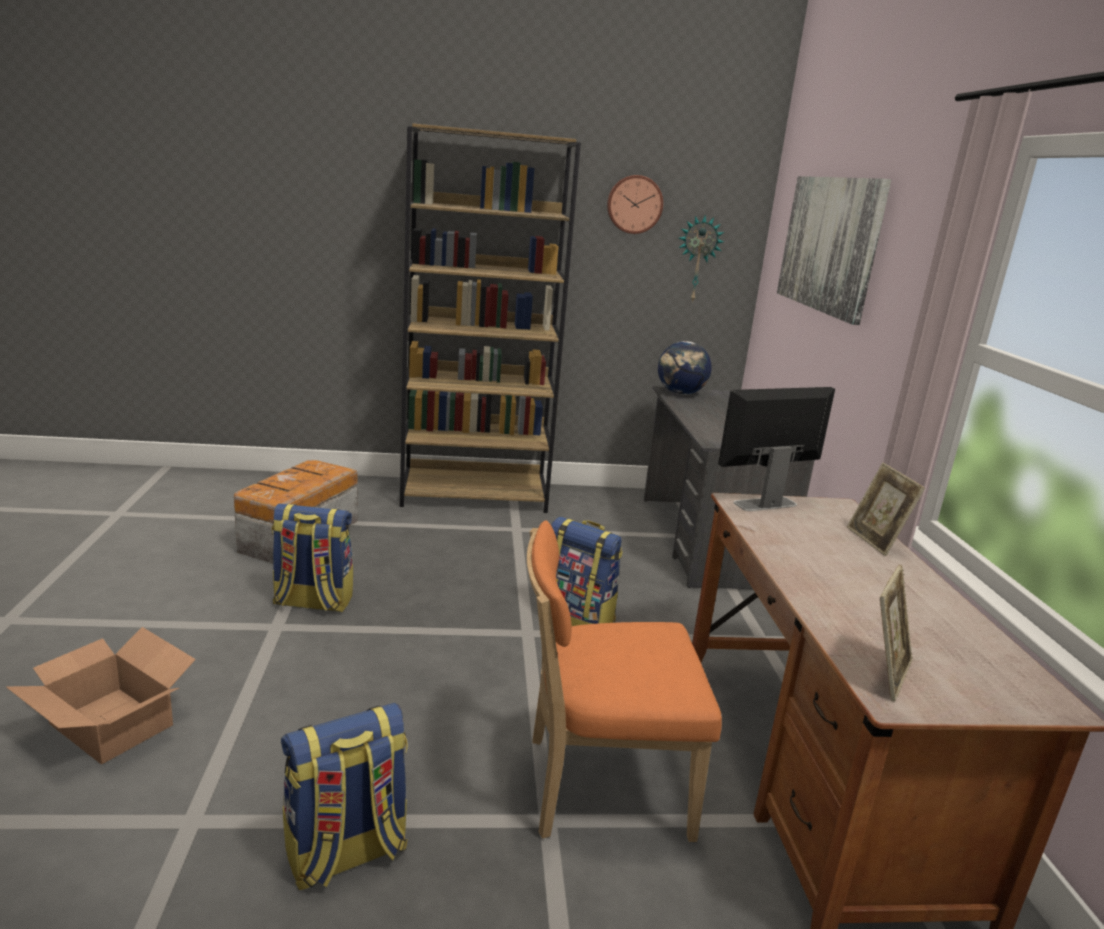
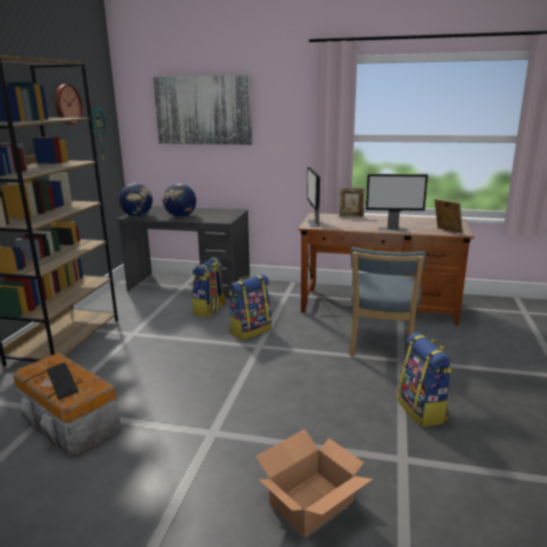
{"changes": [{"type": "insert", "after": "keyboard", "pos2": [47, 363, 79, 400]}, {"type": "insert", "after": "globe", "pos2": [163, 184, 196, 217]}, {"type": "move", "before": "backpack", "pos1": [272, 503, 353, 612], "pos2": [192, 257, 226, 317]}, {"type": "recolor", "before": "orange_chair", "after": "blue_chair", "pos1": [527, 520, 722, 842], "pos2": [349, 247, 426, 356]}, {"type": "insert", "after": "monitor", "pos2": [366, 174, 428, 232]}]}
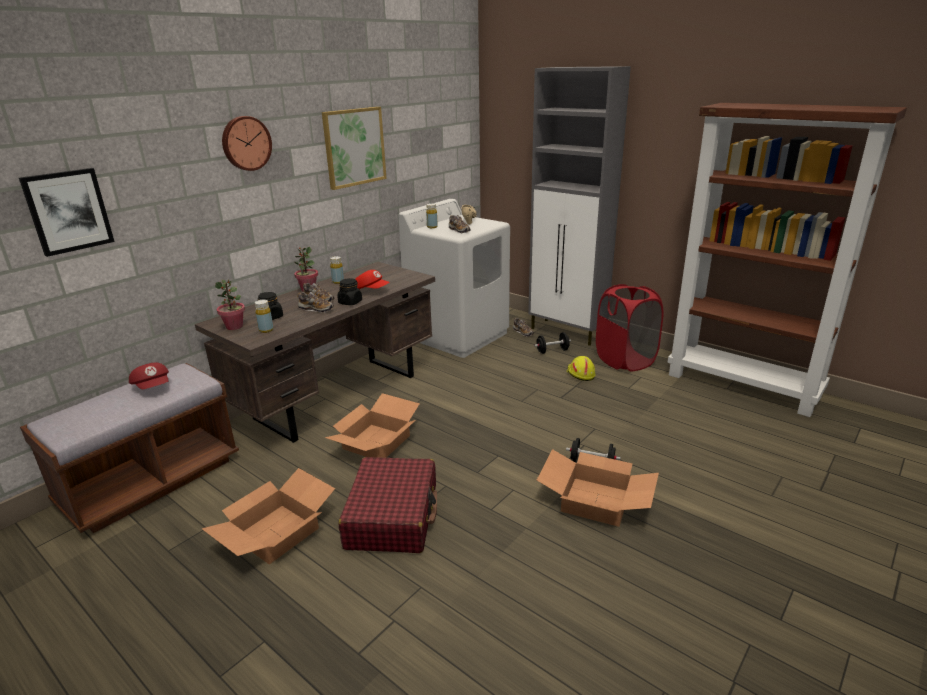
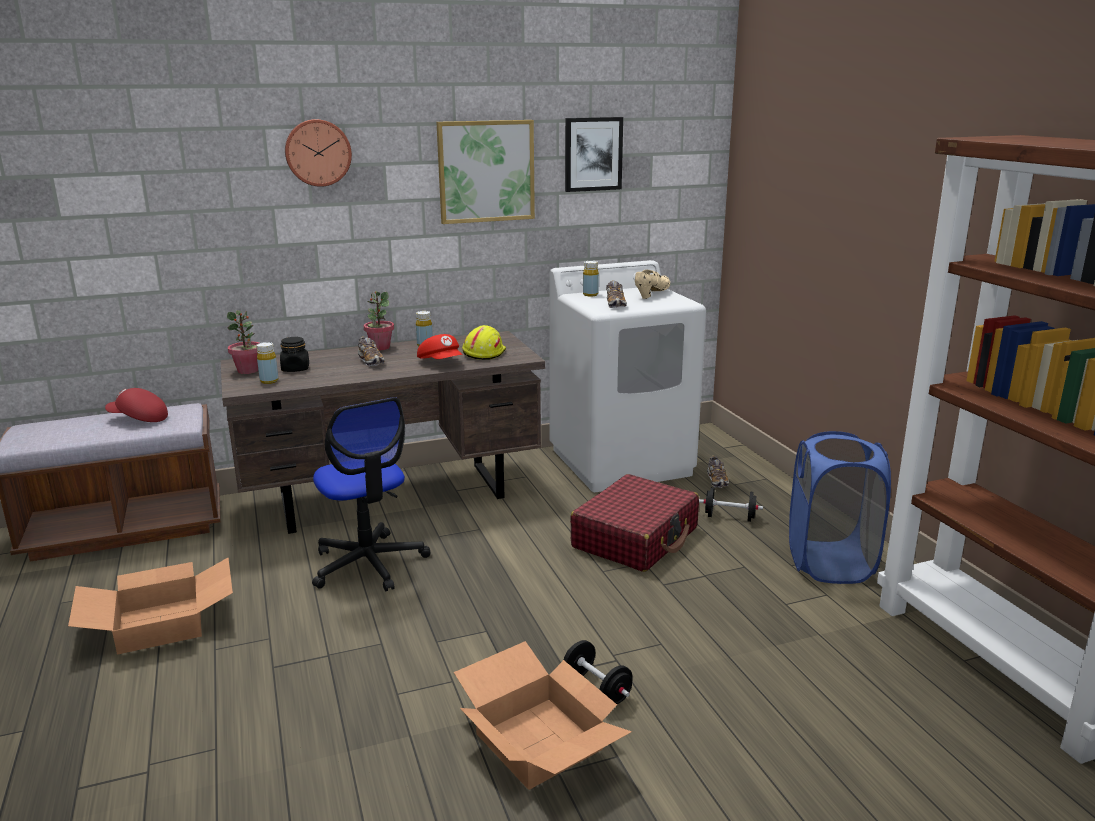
{"changes": [{"type": "rotate", "before": "red_cap", "pos1": [129, 363, 169, 389], "pos2": [105, 388, 168, 422], "turn": 105}, {"type": "replace", "before": "cardboard_box", "after": "office_chair", "pos1": [325, 393, 420, 458], "pos2": [312, 397, 431, 591]}, {"type": "move", "before": "yellow_hard_hat", "pos1": [567, 356, 595, 381], "pos2": [462, 325, 506, 360]}, {"type": "move", "before": "picture", "pos1": [19, 168, 115, 257], "pos2": [565, 117, 623, 192]}, {"type": "move", "before": "red_suitcase", "pos1": [338, 457, 437, 553], "pos2": [570, 474, 699, 572]}, {"type": "recolor", "before": "red_laundry_basket", "after": "blue_laundry_basket", "pos1": [596, 284, 664, 372], "pos2": [789, 431, 891, 584]}, {"type": "delete", "before": "shoe", "pos1": [297, 292, 334, 313]}, {"type": "delete", "before": "black_jar", "pos1": [337, 278, 362, 305]}, {"type": "delete", "before": "grey_cabinet", "pos1": [528, 66, 631, 346]}]}
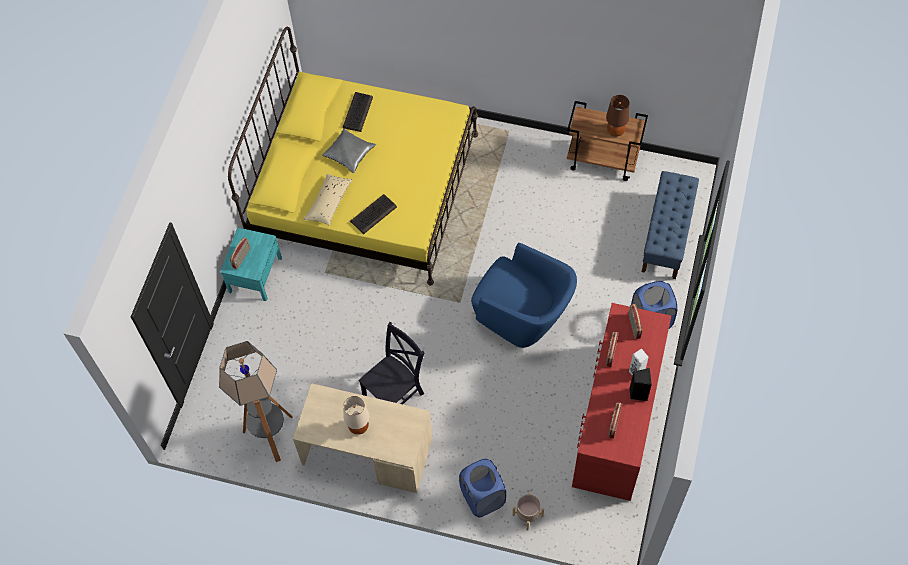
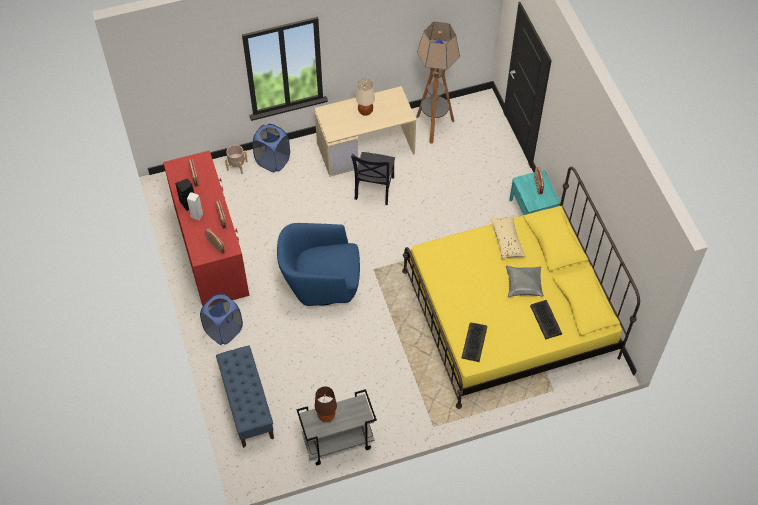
{"changes": [{"type": "recolor", "before": "brown_cart", "after": "grey_cart", "pos1": [567, 101, 648, 181], "pos2": [296, 389, 377, 465]}, {"type": "move", "before": "keyboard", "pos1": [350, 194, 397, 234], "pos2": [462, 323, 487, 362]}]}
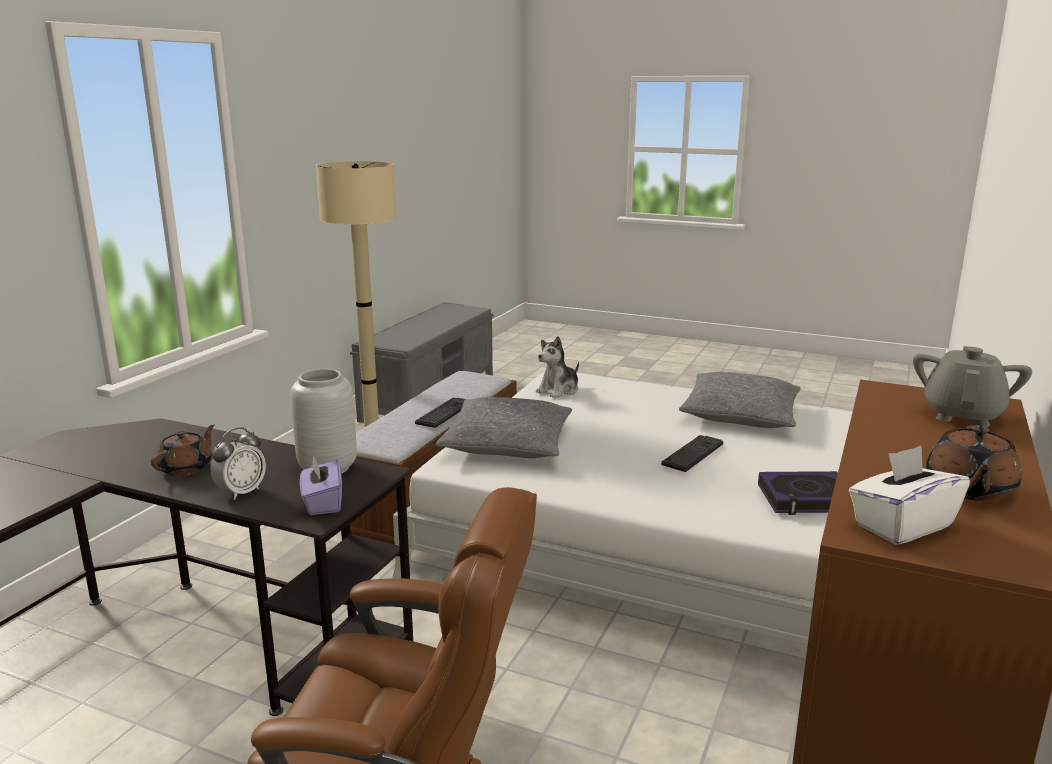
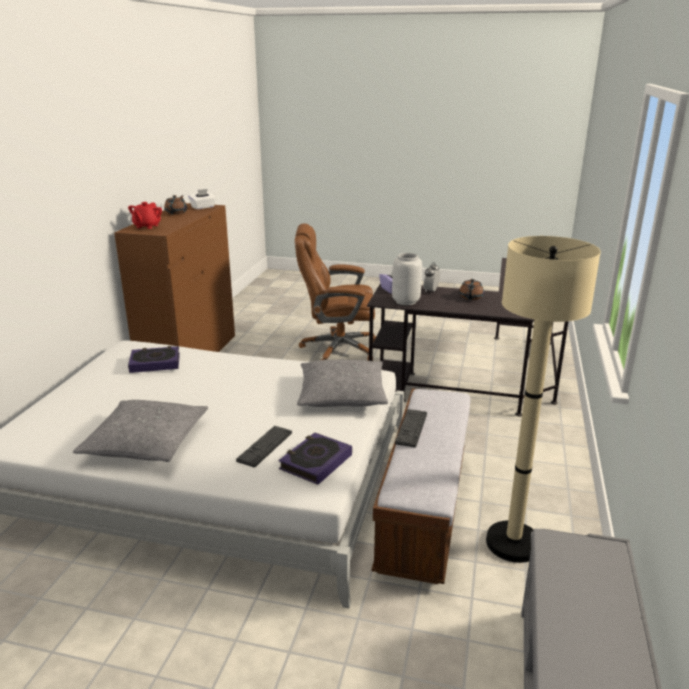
{"changes": [{"type": "recolor", "before": "grey_teapot", "after": "red_teapot", "pos1": [913, 346, 1032, 427], "pos2": [128, 202, 162, 229]}, {"type": "move", "before": "keyboard", "pos1": [661, 435, 723, 472], "pos2": [236, 426, 292, 467]}, {"type": "replace", "before": "plush_toy", "after": "book", "pos1": [536, 336, 579, 398], "pos2": [279, 432, 352, 485]}]}
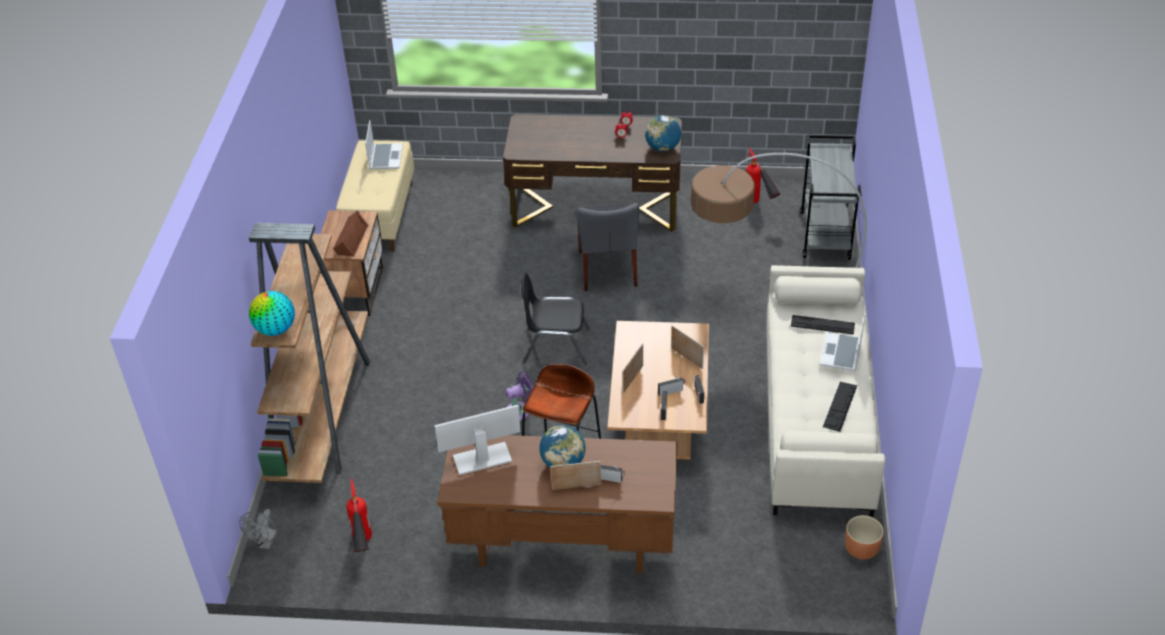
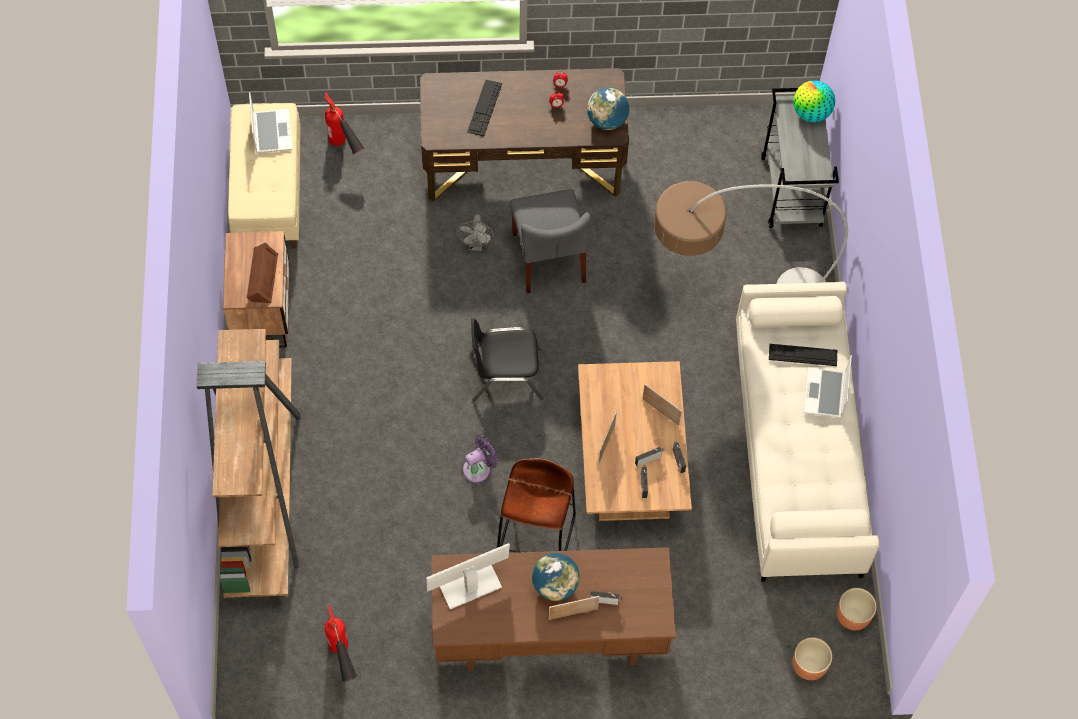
{"changes": [{"type": "move", "before": "fire_extinguisher", "pos1": [746, 148, 781, 203], "pos2": [324, 93, 364, 155]}, {"type": "move", "before": "grey_fan", "pos1": [239, 509, 277, 549], "pos2": [456, 214, 494, 251]}, {"type": "move", "before": "keyboard", "pos1": [823, 382, 857, 432], "pos2": [467, 80, 502, 136]}, {"type": "insert", "after": "brown_planter", "pos2": [792, 637, 832, 680]}, {"type": "move", "before": "globe", "pos1": [249, 291, 295, 336], "pos2": [793, 80, 835, 122]}]}
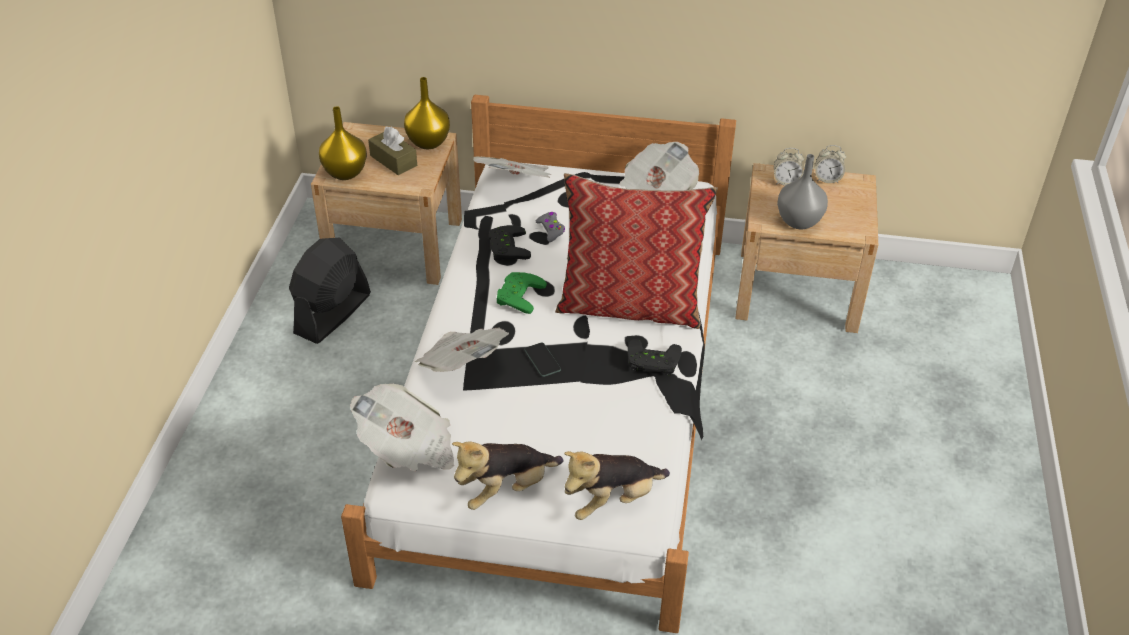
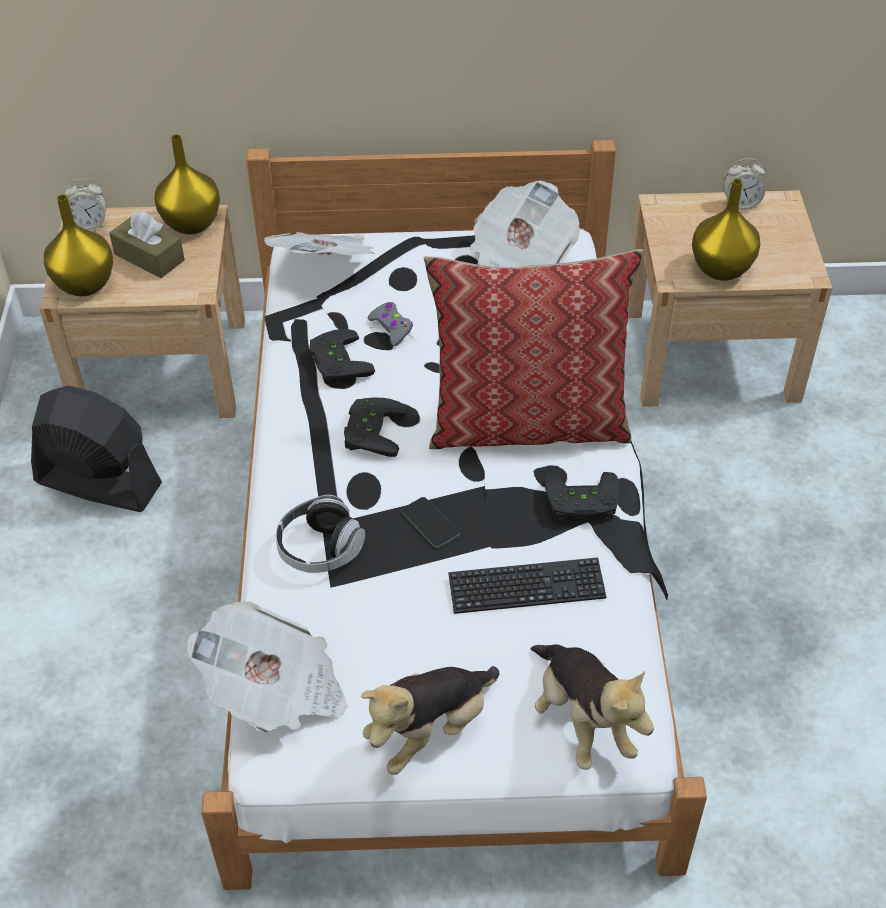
{"changes": [{"type": "rotate", "before": "black_fan", "pos1": [289, 238, 371, 344], "pos2": [31, 385, 162, 512], "turn": 90}, {"type": "move", "before": "alarm_clock", "pos1": [774, 148, 804, 186], "pos2": [65, 179, 107, 230]}, {"type": "replace", "before": "newspaper", "after": "headphones", "pos1": [415, 328, 509, 372], "pos2": [276, 495, 365, 573]}, {"type": "recolor", "before": "green_game_controller", "after": "black_game_controller", "pos1": [497, 272, 547, 314], "pos2": [344, 397, 407, 457]}, {"type": "insert", "after": "keyboard", "pos2": [448, 557, 607, 614]}, {"type": "rotate", "before": "plush_toy", "pos1": [564, 451, 670, 520], "pos2": [531, 644, 654, 770], "turn": -75}, {"type": "recolor", "before": "grey_vase", "after": "yellow_vase", "pos1": [777, 154, 828, 229], "pos2": [692, 179, 760, 281]}]}
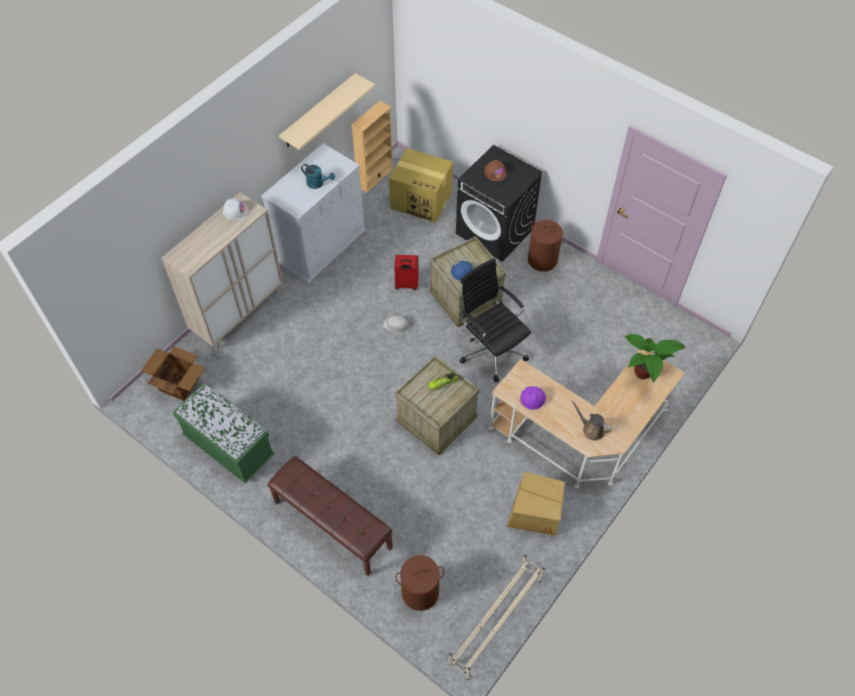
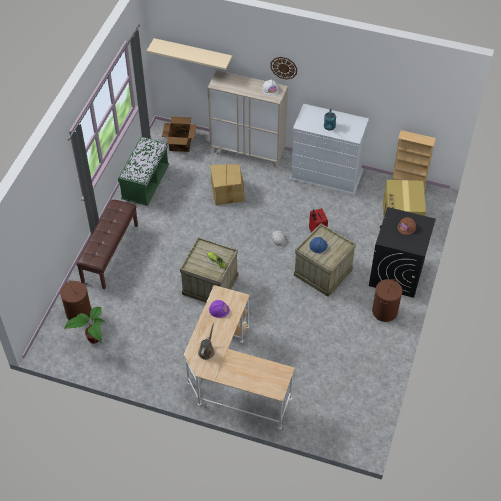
{"changes": [{"type": "move", "before": "potted_plant", "pos1": [625, 334, 686, 383], "pos2": [64, 307, 105, 343]}, {"type": "move", "before": "beige_shelf", "pos1": [279, 73, 375, 150], "pos2": [147, 38, 232, 70]}, {"type": "move", "before": "cardboard_box", "pos1": [507, 472, 565, 536], "pos2": [210, 164, 245, 205]}, {"type": "insert", "after": "wall_clock", "pos2": [271, 57, 297, 80]}, {"type": "delete", "before": "beige_shoe_rack", "pos1": [448, 555, 545, 680]}, {"type": "delete", "before": "black_office_chair", "pos1": [459, 258, 531, 382]}]}
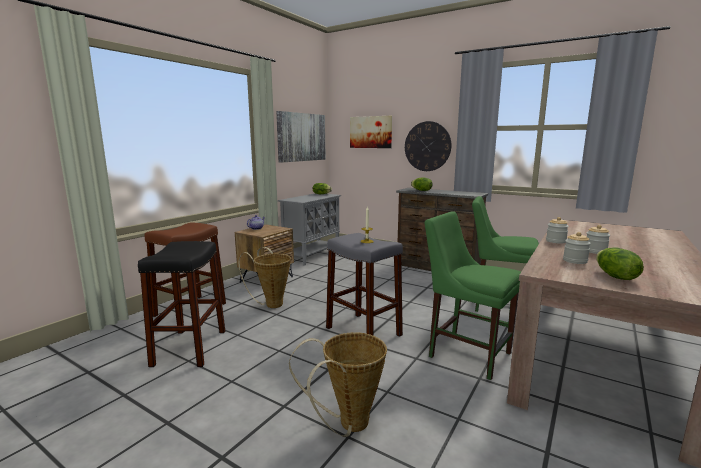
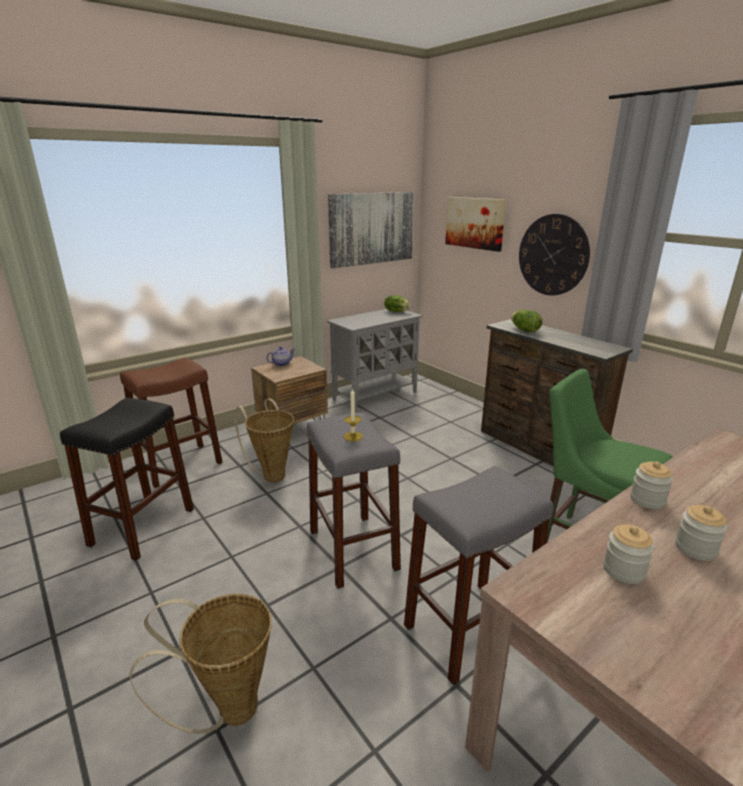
{"changes": [{"type": "replace", "before": "green_chair", "after": "grey_stool", "pos1": [425, 211, 521, 380], "pos2": [404, 466, 553, 685]}, {"type": "delete", "before": "lettuce", "pos1": [596, 247, 644, 280]}]}
